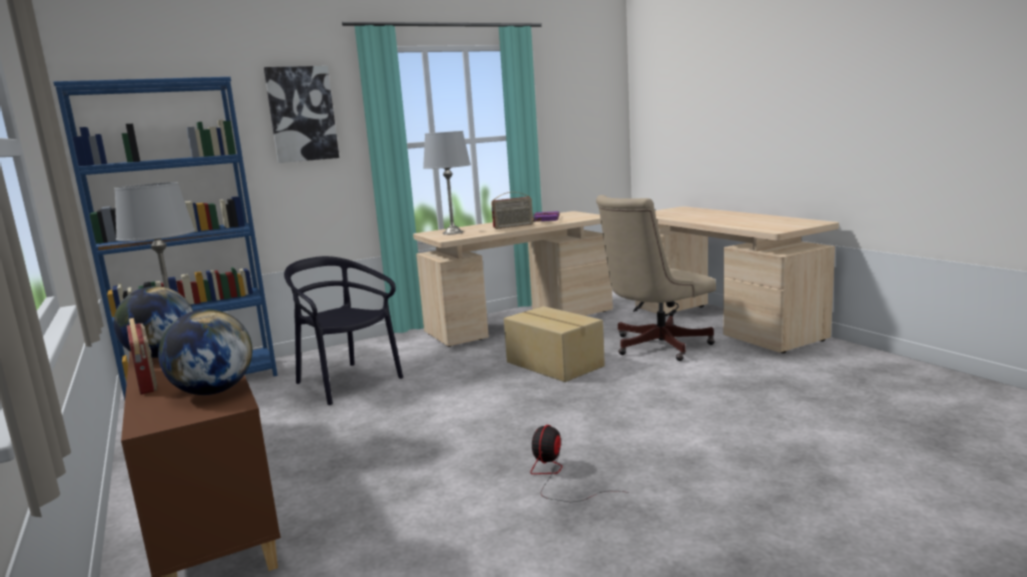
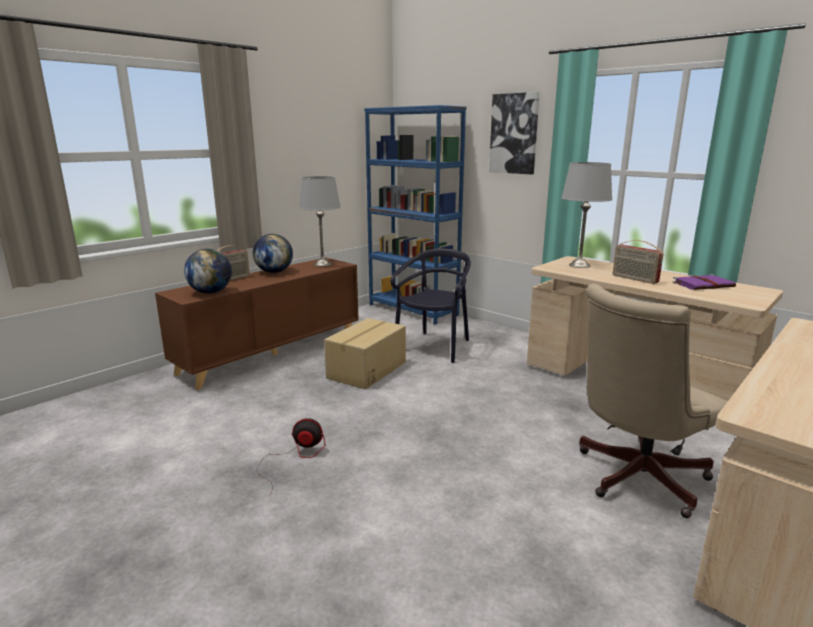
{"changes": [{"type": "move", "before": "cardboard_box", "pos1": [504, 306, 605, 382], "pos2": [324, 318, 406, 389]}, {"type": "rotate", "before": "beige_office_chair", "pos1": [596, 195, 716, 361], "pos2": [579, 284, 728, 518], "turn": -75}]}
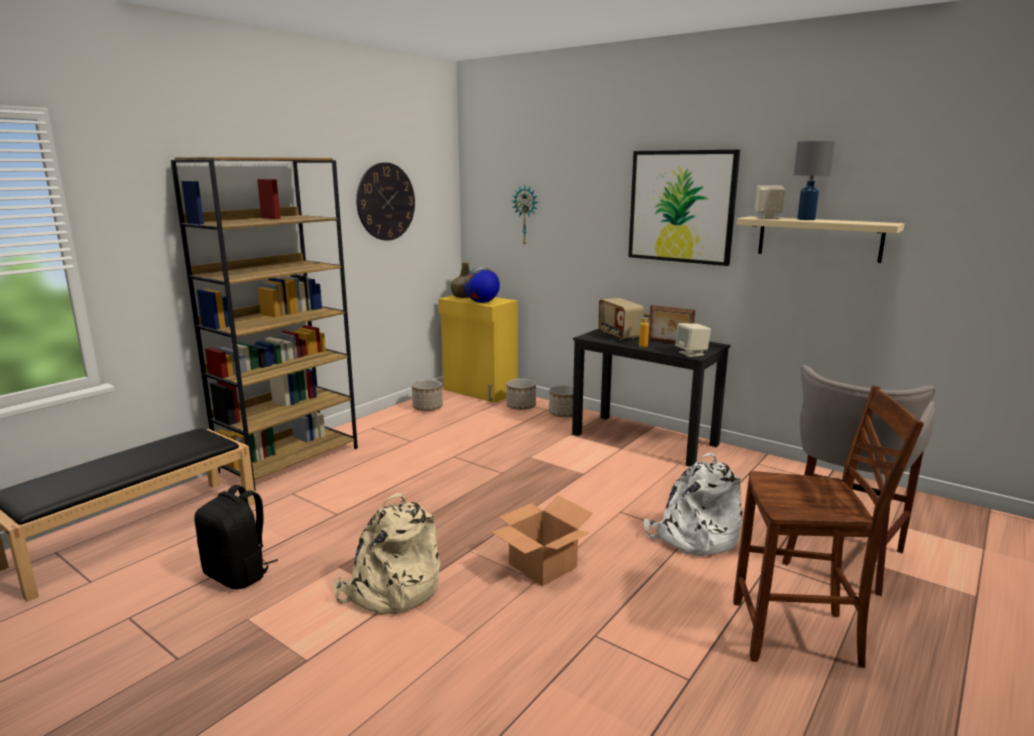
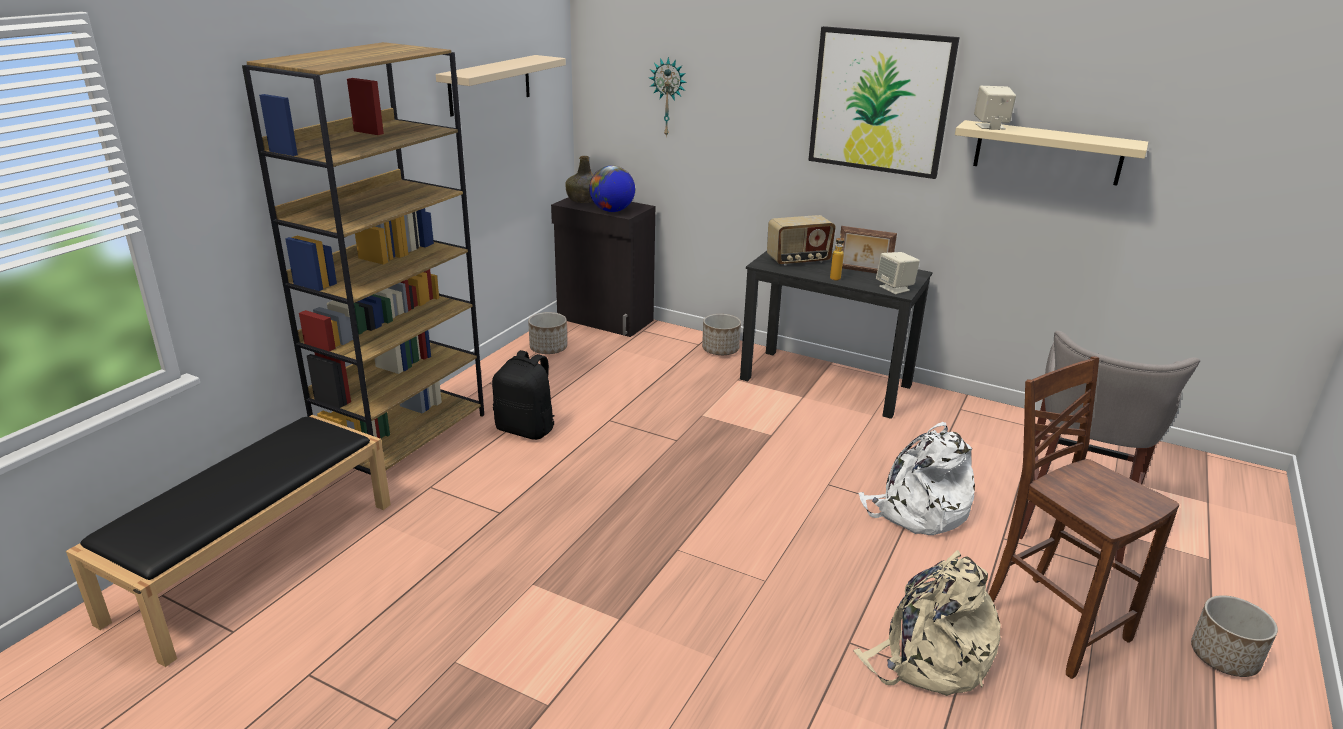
{"changes": [{"type": "replace", "before": "wall_clock", "after": "beige_shelf", "pos1": [356, 162, 415, 241], "pos2": [436, 55, 566, 117]}, {"type": "move", "before": "black_backpack", "pos1": [194, 485, 278, 589], "pos2": [492, 350, 555, 440]}, {"type": "recolor", "before": "yellow_cabinet", "after": "black_cabinet", "pos1": [438, 295, 518, 403], "pos2": [551, 197, 655, 337]}, {"type": "rotate", "before": "radio", "pos1": [598, 298, 644, 340], "pos2": [767, 215, 836, 266], "turn": -75}, {"type": "move", "before": "beige_backpack", "pos1": [334, 493, 440, 615], "pos2": [853, 550, 1001, 696]}, {"type": "rotate", "before": "brown_chair", "pos1": [733, 385, 924, 668], "pos2": [989, 356, 1179, 679], "turn": -120}, {"type": "move", "before": "planter", "pos1": [506, 379, 536, 410], "pos2": [1191, 595, 1278, 677]}, {"type": "delete", "before": "cardboard_box", "pos1": [491, 496, 593, 586]}, {"type": "delete", "before": "grey_table_lamp", "pos1": [794, 141, 835, 220]}]}
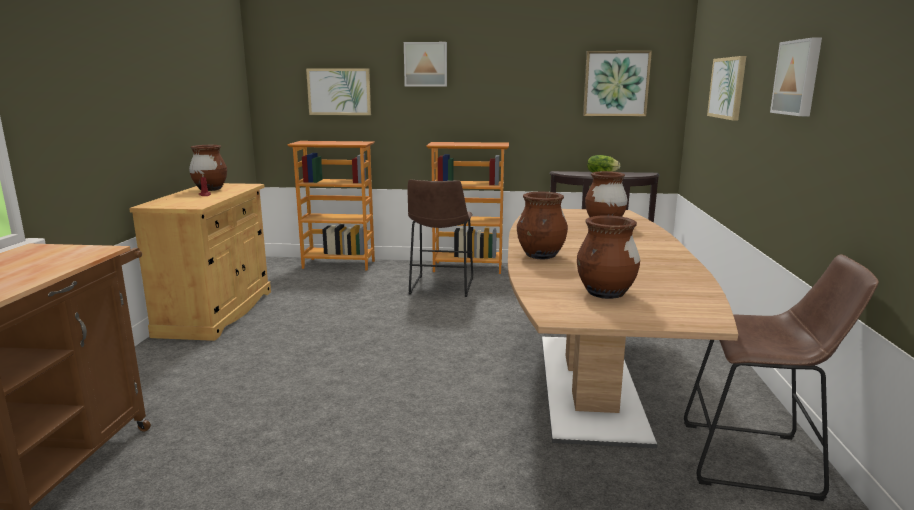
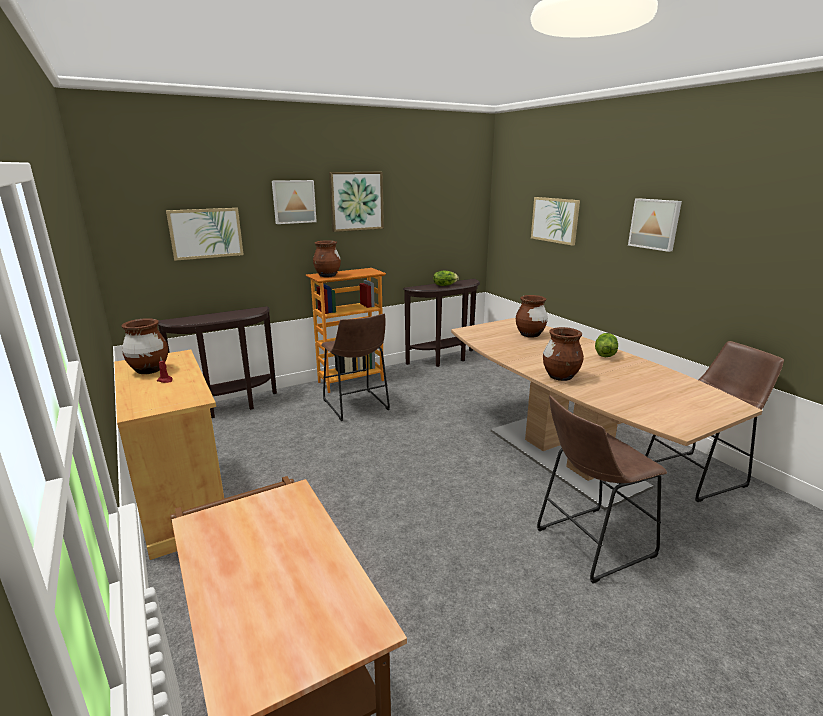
{"changes": [{"type": "replace", "before": "bookcase", "after": "brown_console_table", "pos1": [287, 141, 375, 271], "pos2": [158, 306, 277, 418]}, {"type": "move", "before": "brown_vase", "pos1": [577, 215, 640, 299], "pos2": [313, 240, 341, 277]}, {"type": "move", "before": "picture", "pos1": [583, 51, 652, 116], "pos2": [329, 172, 384, 232]}, {"type": "insert", "after": "brown_stool", "pos2": [537, 396, 667, 583]}, {"type": "insert", "after": "lettuce", "pos2": [595, 333, 618, 357]}]}
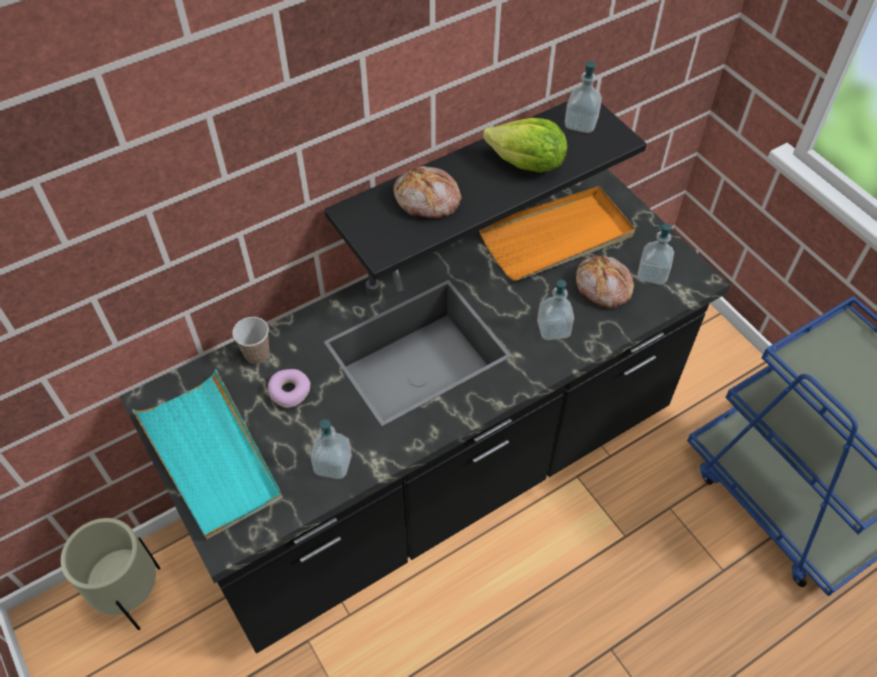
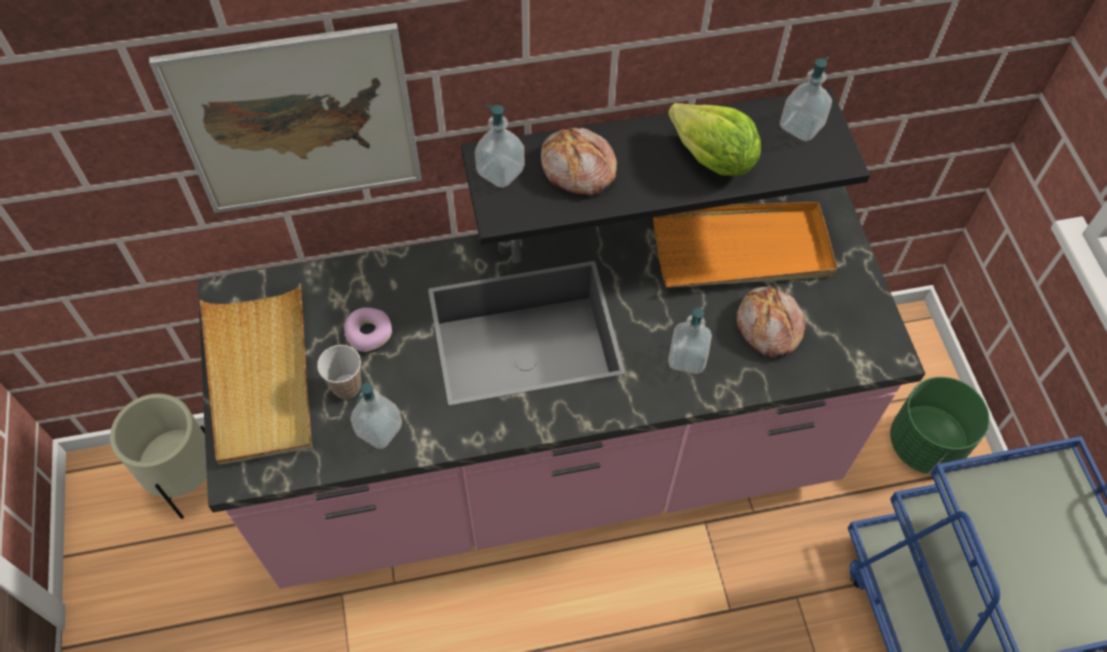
{"changes": [{"type": "insert", "after": "picture", "pos2": [149, 23, 422, 213]}, {"type": "recolor", "before": "black_counter", "after": "pink_counter", "pos1": [119, 169, 731, 653], "pos2": [198, 186, 925, 589]}, {"type": "recolor", "before": "turquoise_tray", "after": "beige_tray", "pos1": [132, 369, 283, 539], "pos2": [200, 283, 312, 465]}, {"type": "move", "before": "cup", "pos1": [232, 317, 269, 364], "pos2": [317, 345, 361, 399]}, {"type": "move", "before": "soap_dispenser", "pos1": [638, 223, 674, 285], "pos2": [475, 105, 525, 188]}, {"type": "insert", "after": "green_planter", "pos2": [890, 377, 990, 474]}]}
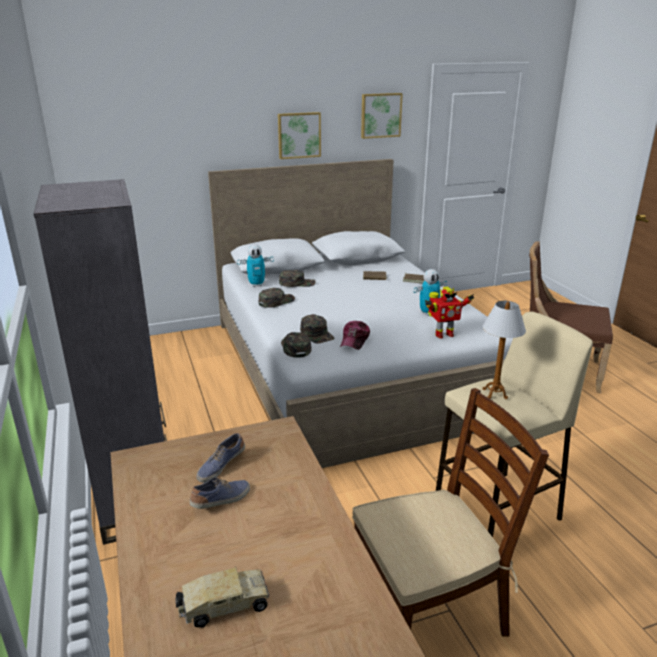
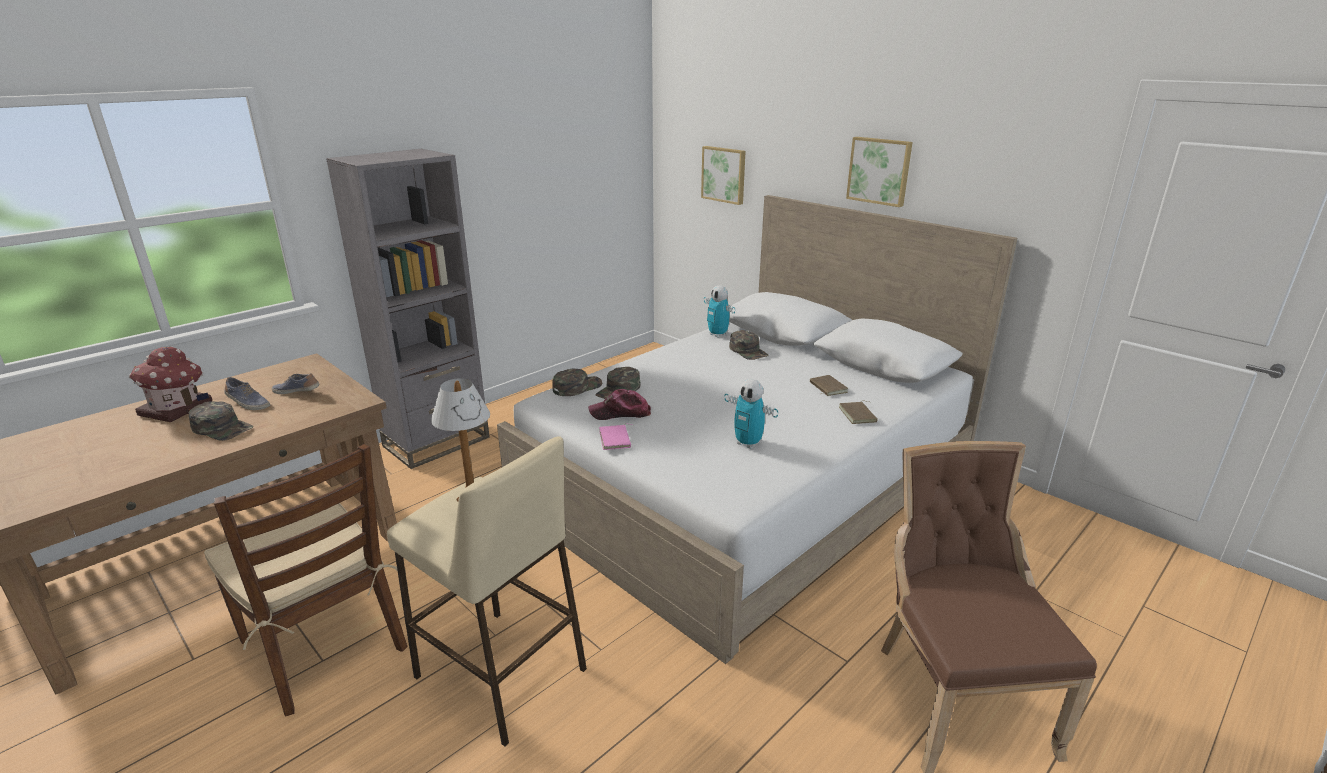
{"changes": [{"type": "insert", "after": "toy_house", "pos2": [129, 346, 212, 422]}, {"type": "move", "before": "green_cap", "pos1": [259, 288, 295, 308], "pos2": [189, 401, 253, 441]}, {"type": "insert", "after": "pink_book", "pos2": [599, 423, 632, 450]}, {"type": "move", "before": "picture", "pos1": [361, 93, 403, 139], "pos2": [701, 146, 746, 205]}, {"type": "delete", "before": "toy_truck", "pos1": [175, 566, 269, 628]}, {"type": "delete", "before": "toy_robot", "pos1": [425, 286, 474, 339]}]}
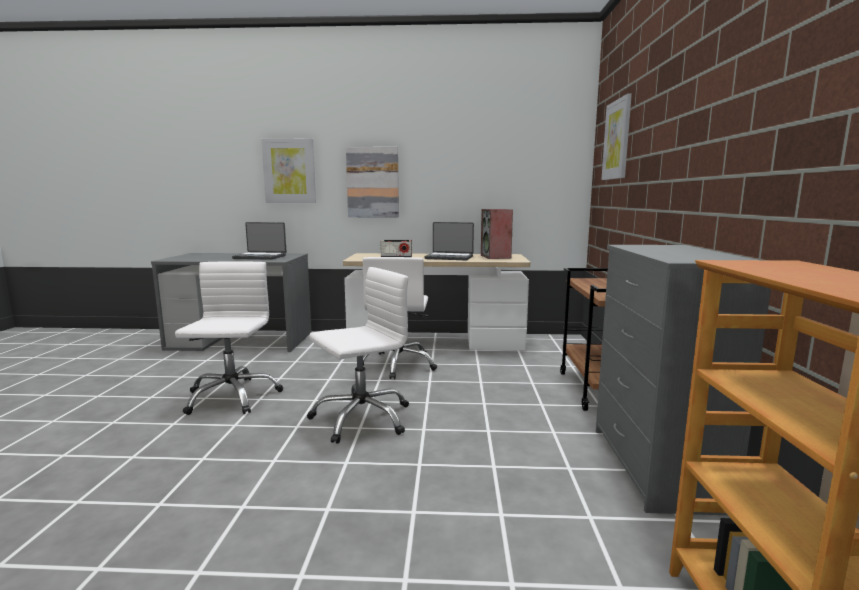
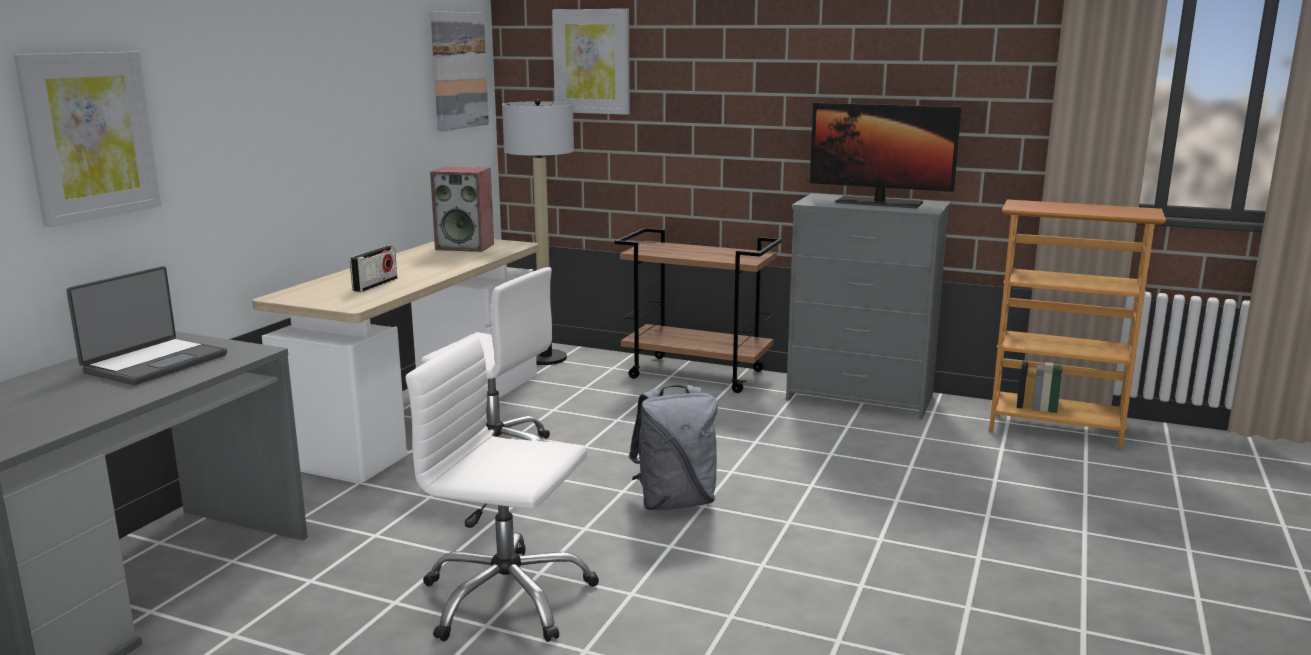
{"changes": [{"type": "move", "before": "picture", "pos1": [346, 147, 399, 217], "pos2": [430, 11, 489, 131]}, {"type": "insert", "after": "floor_lamp", "pos2": [502, 99, 574, 365]}, {"type": "replace", "before": "white_office_chair", "after": "grey_backpack", "pos1": [307, 267, 409, 444], "pos2": [629, 385, 717, 510]}, {"type": "insert", "after": "monitor", "pos2": [810, 103, 961, 208]}, {"type": "delete", "before": "laptop", "pos1": [424, 222, 474, 260]}]}
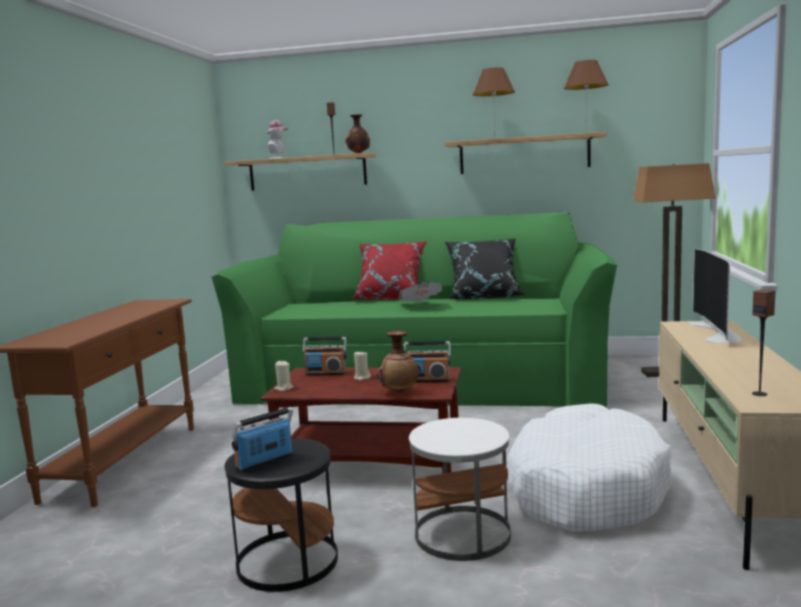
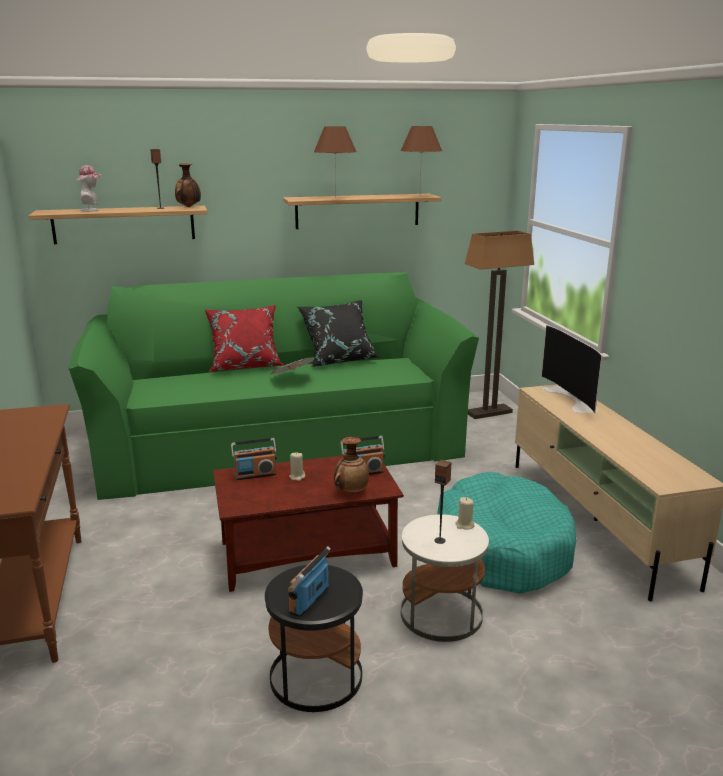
{"changes": [{"type": "move", "before": "speaker", "pos1": [752, 289, 775, 396], "pos2": [434, 460, 451, 544]}, {"type": "recolor", "before": "white_dog_bed", "after": "turquoise_dog_bed", "pos1": [507, 403, 672, 532], "pos2": [437, 472, 577, 594]}, {"type": "move", "before": "beige_candle", "pos1": [274, 360, 293, 391], "pos2": [455, 497, 475, 530]}]}
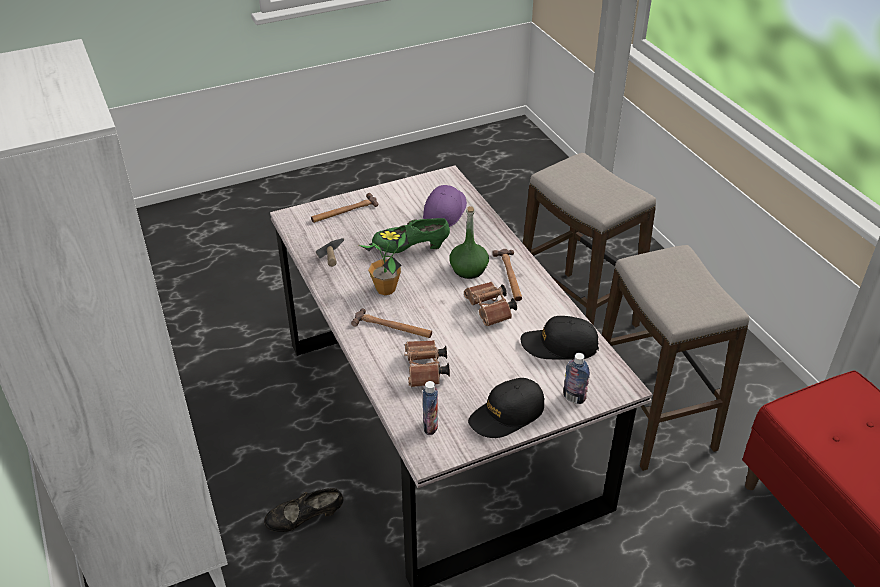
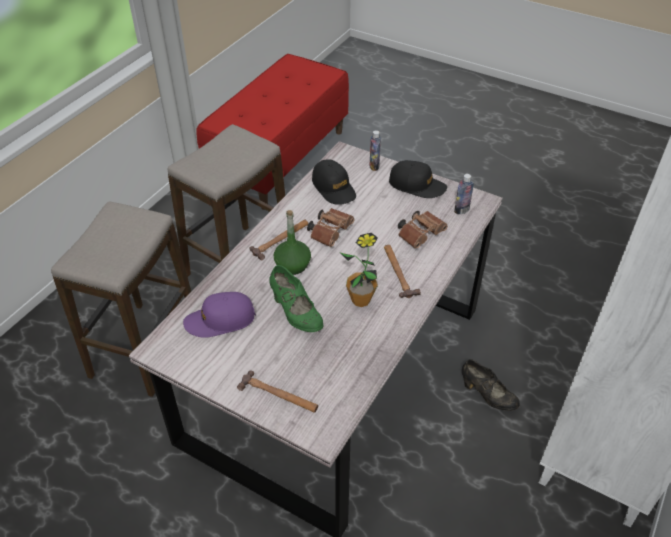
{"changes": [{"type": "delete", "before": "hammer", "pos1": [316, 238, 344, 267]}]}
